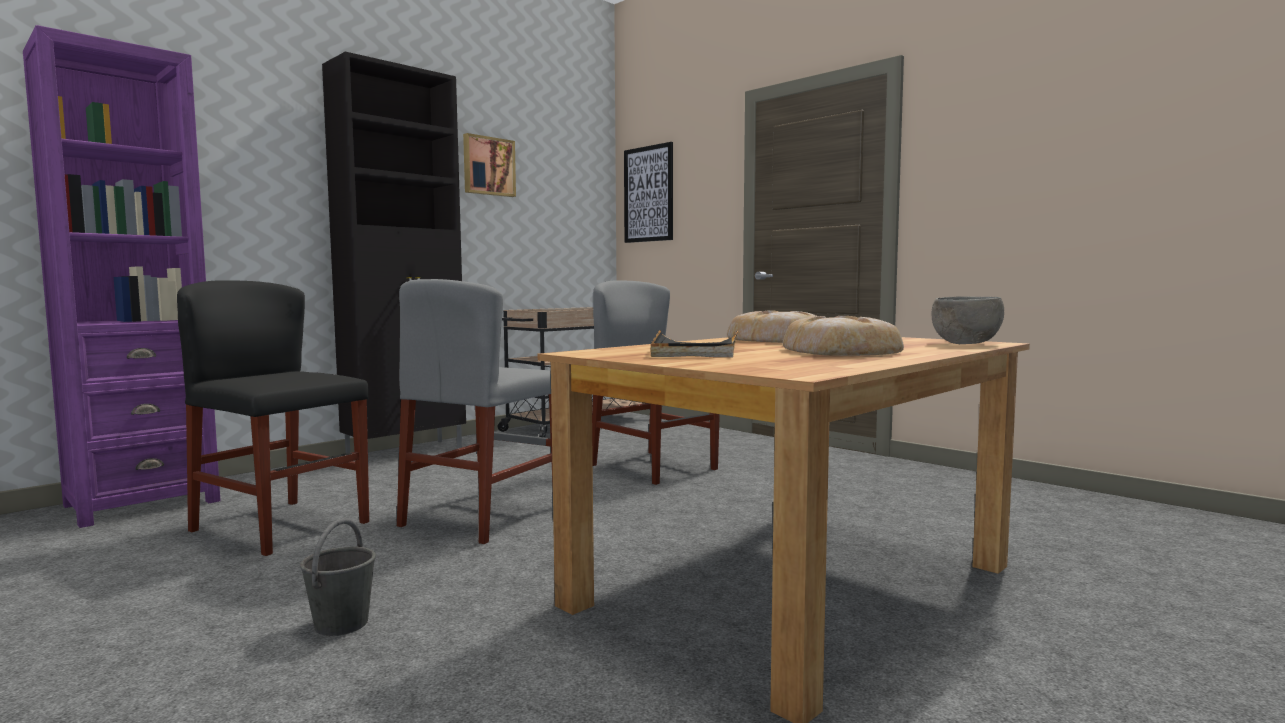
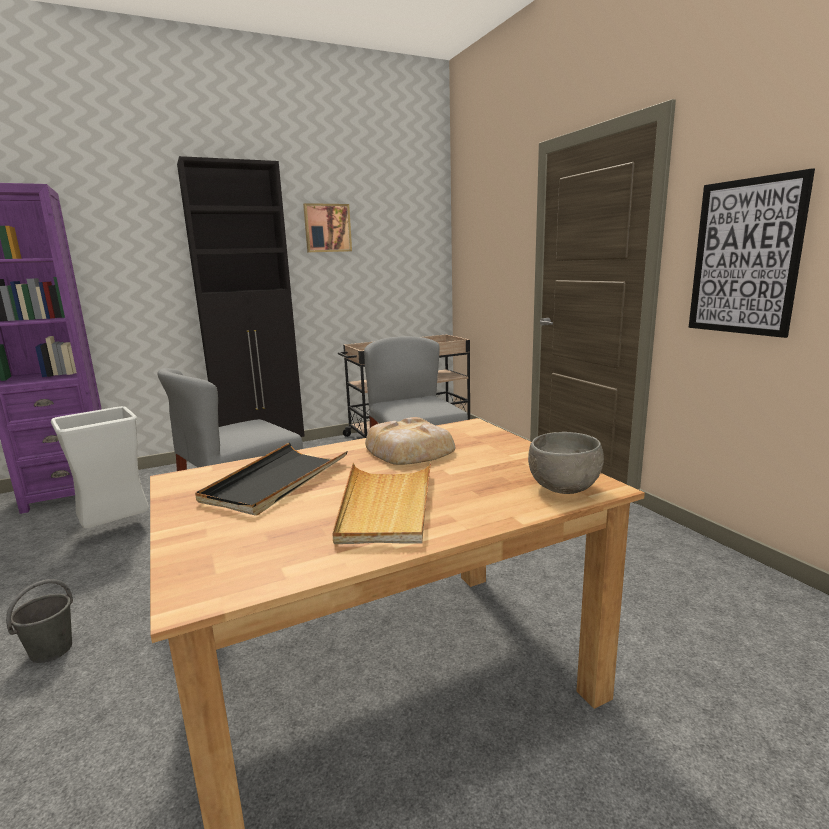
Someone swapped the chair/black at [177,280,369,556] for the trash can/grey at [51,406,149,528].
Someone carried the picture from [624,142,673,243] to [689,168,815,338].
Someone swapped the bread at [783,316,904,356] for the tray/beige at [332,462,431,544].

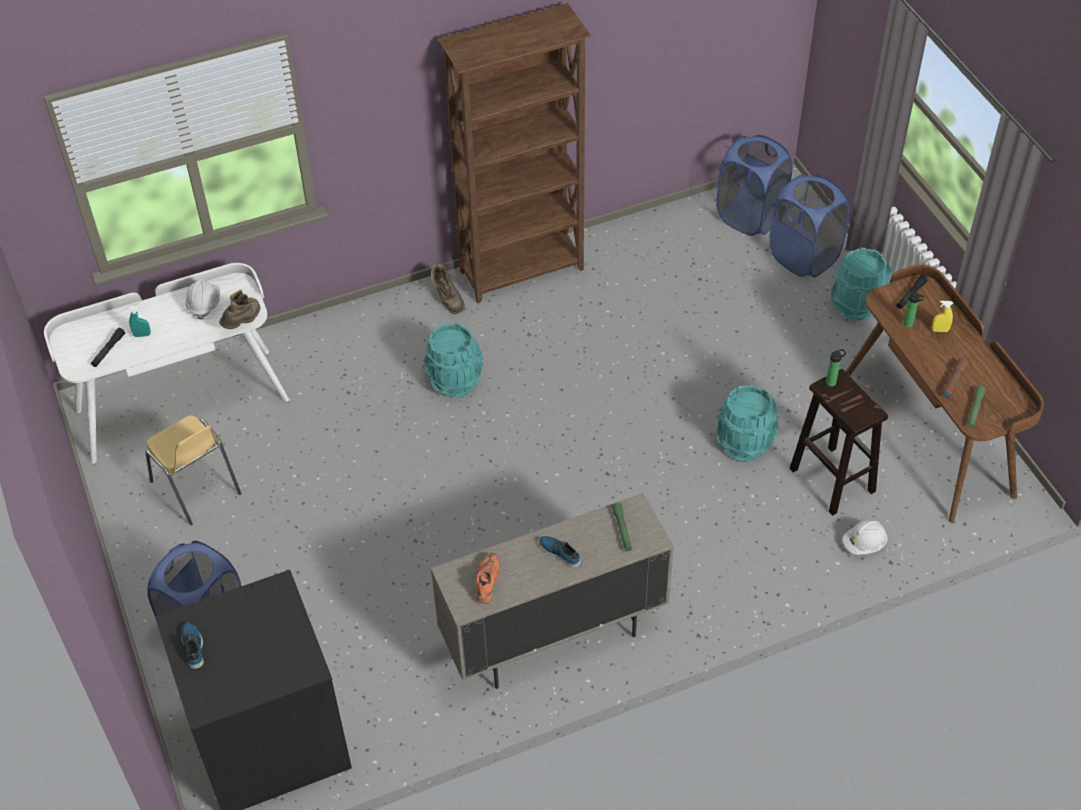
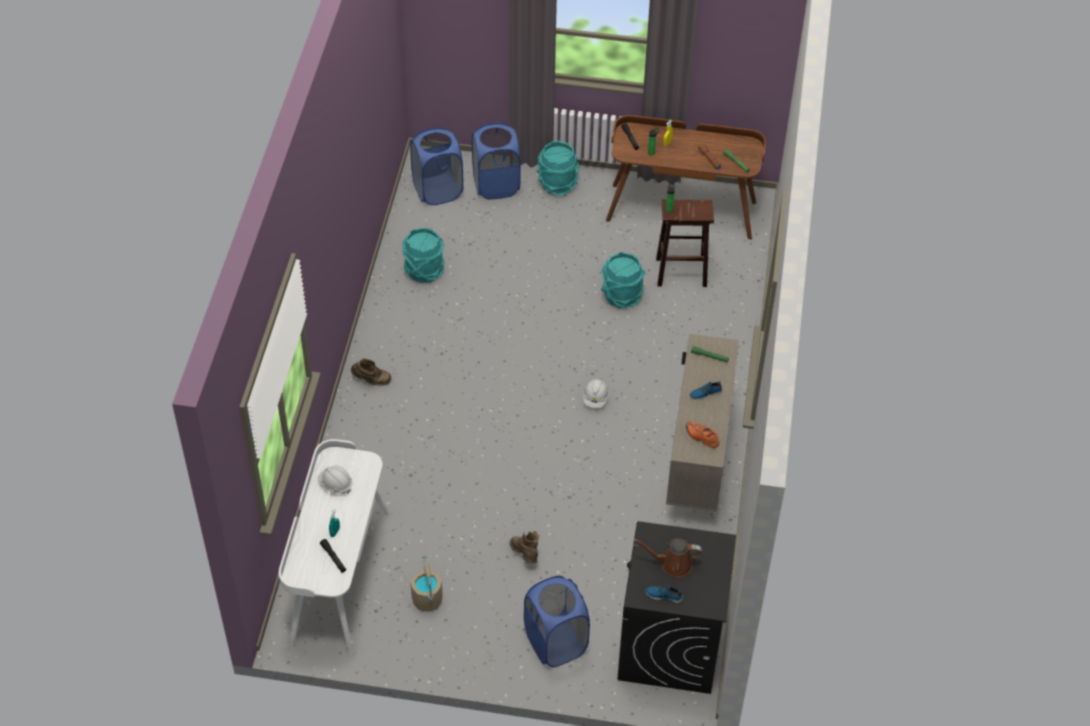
Someone swapped the chair/yellow at [145,415,241,525] for the bucket/beige at [410,555,443,612].
Someone carried the boot/brown from [219,290,261,329] to [509,531,539,564].
Someone carried the bucket/turquoise from [423,323,484,398] to [402,228,445,283].
Someone took away the bookcase/brown at [438,3,591,303].
Someone carried the hard hat/white from [843,520,888,555] to [583,379,609,408].
Someone put down the watering can/brown at [634,538,702,577].

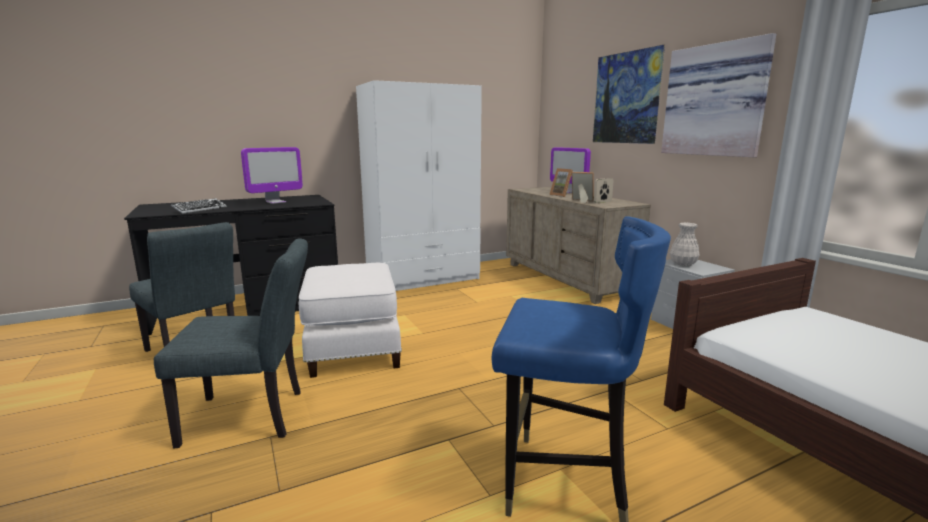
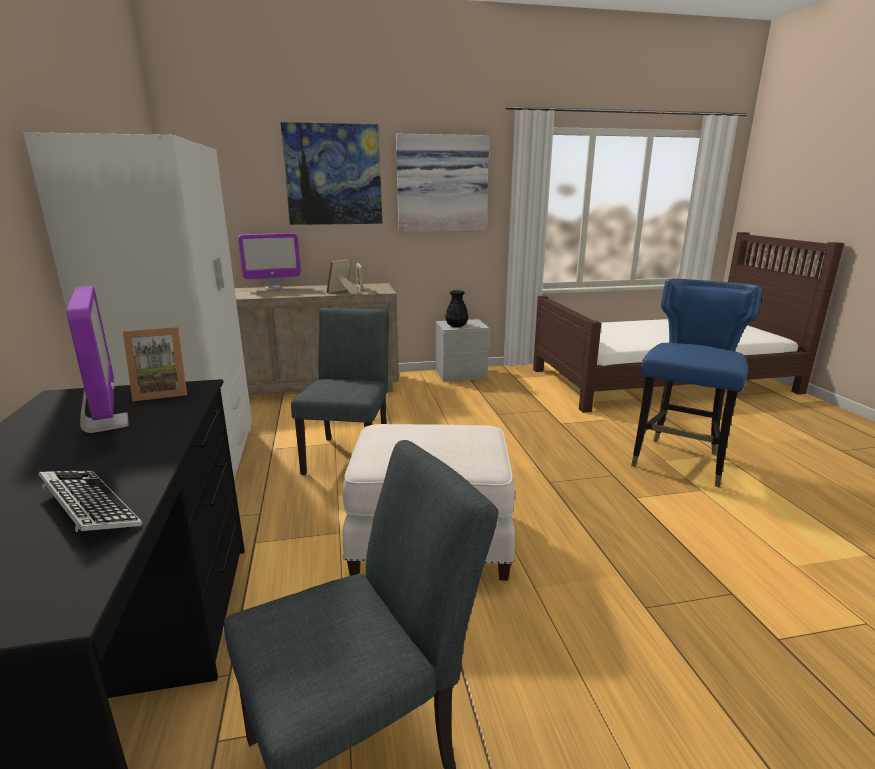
Someone carried the chair/grey from [154,238,308,448] to [291,308,389,475].
Someone carried the picture frame from [549,168,573,197] to [123,327,187,401].
Someone repainted the vase/white at [670,222,700,266], which became the vase/black at [445,290,469,327].

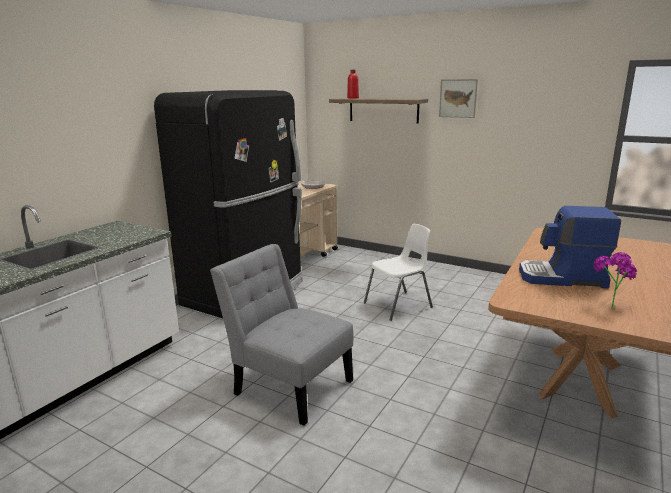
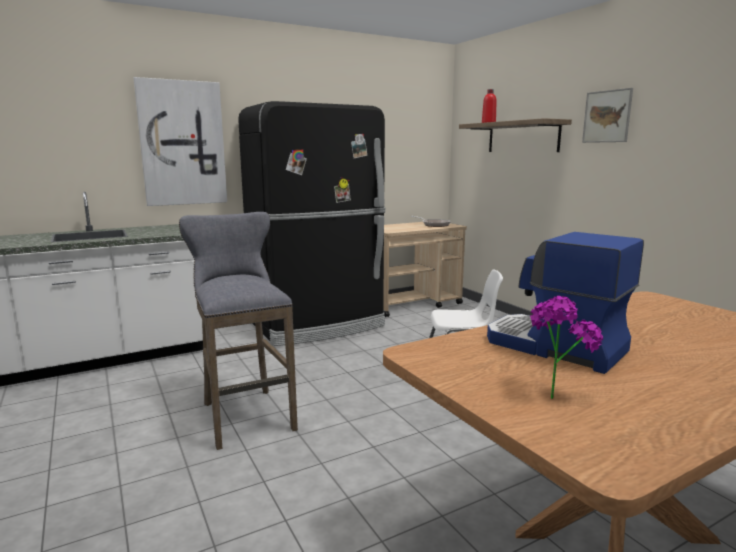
Someone swapped the chair/grey at [210,244,354,426] for the stool/grey at [179,212,298,450].
Someone put up the picture at [134,77,227,206].

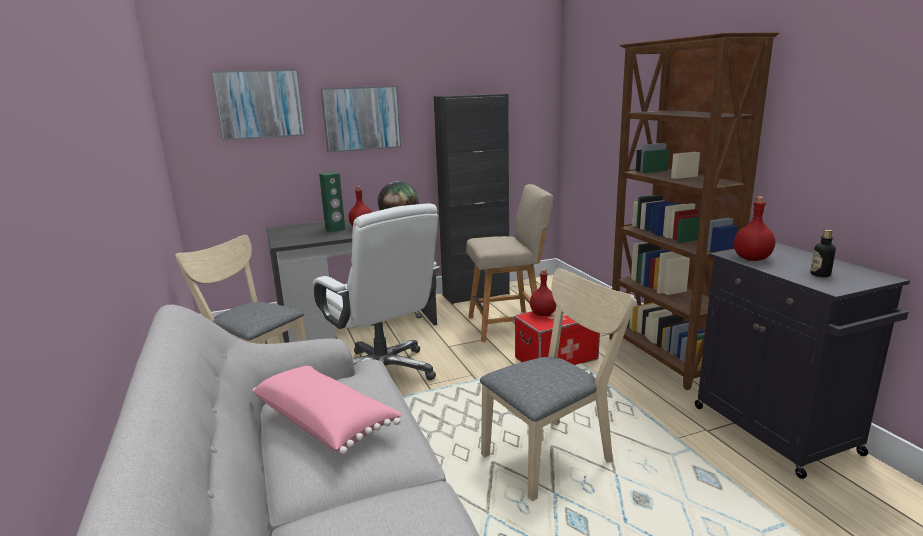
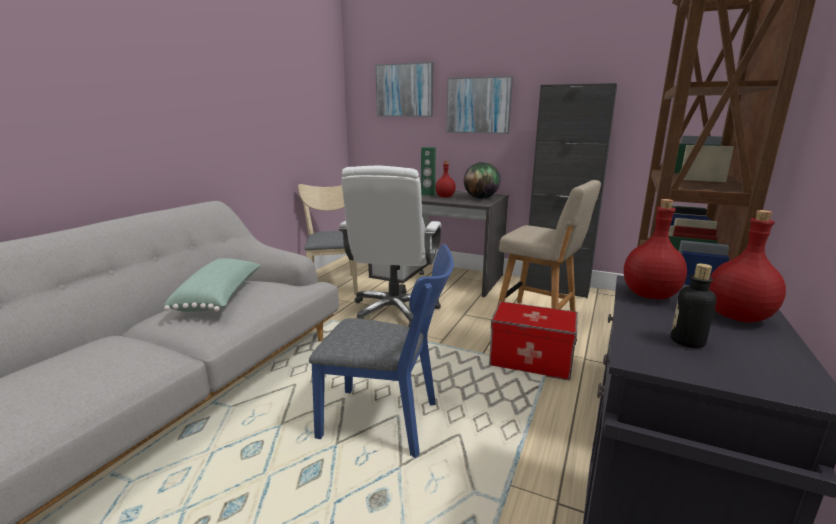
Someone repainted the pillow/pink at [252,366,402,454], which became the pillow/green at [164,258,261,312].
Someone repainted the chair/beige at [480,268,635,501], which became the chair/blue at [309,244,454,458].
Someone carried the bottle/red from [530,269,556,316] to [709,210,786,322].

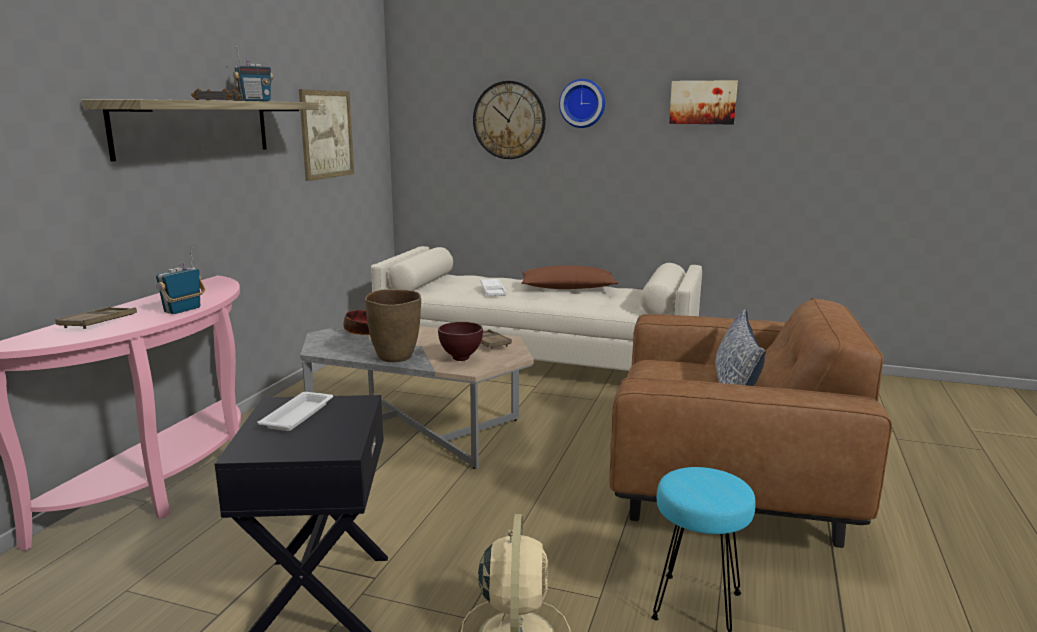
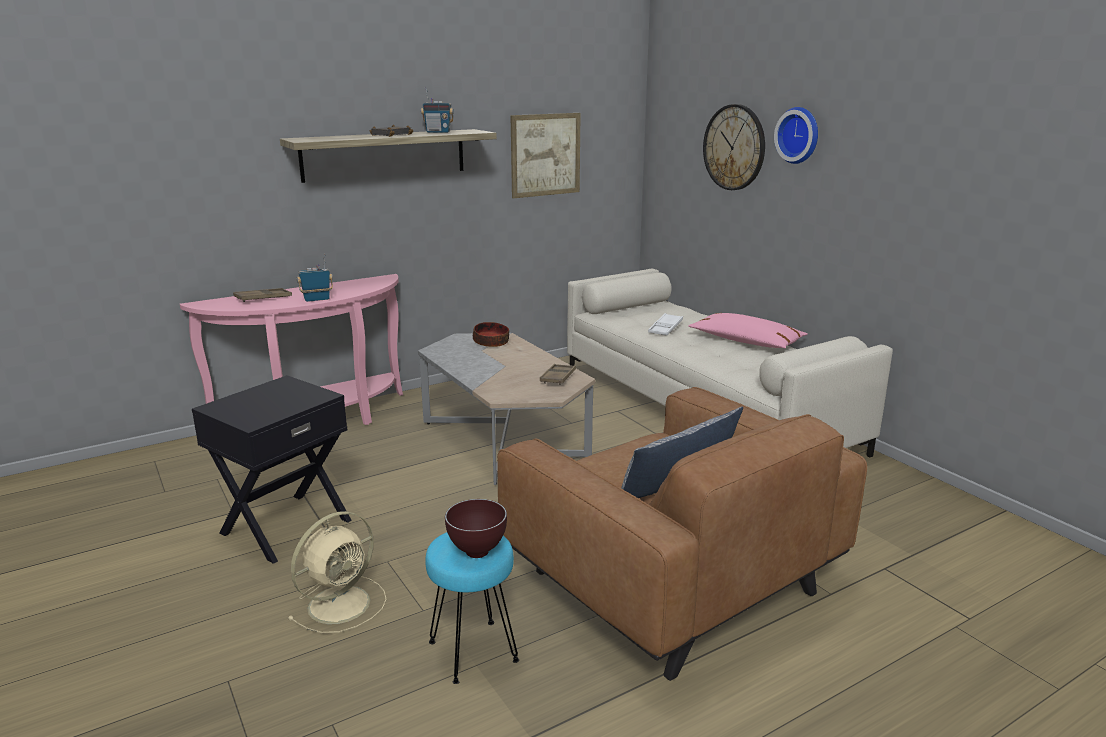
Someone took away the tray/white at [257,392,333,431].
Someone took away the vase/brown at [365,289,421,362].
Someone carried the bowl/brown from [438,322,483,361] to [445,499,507,558].
Someone repainted the pillow/brown at [521,265,619,289], which became the pillow/pink at [688,313,807,348].
Someone took away the picture at [669,80,738,124].

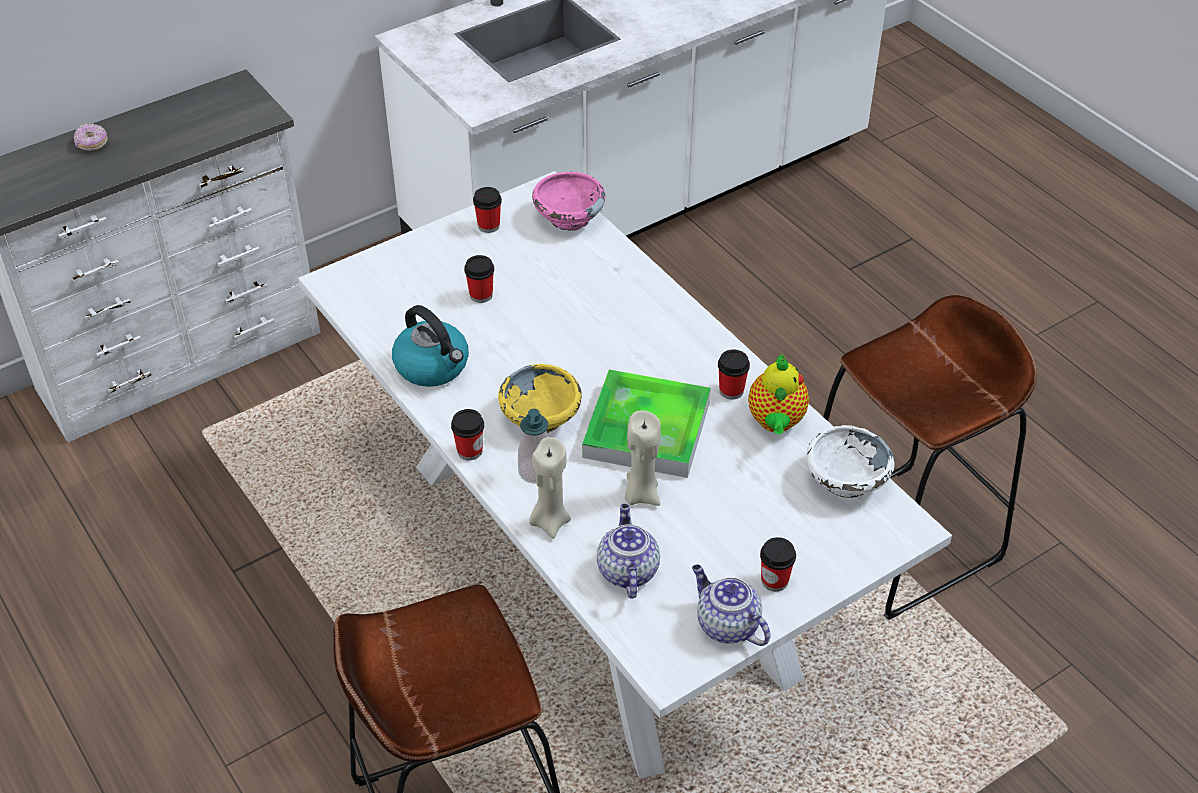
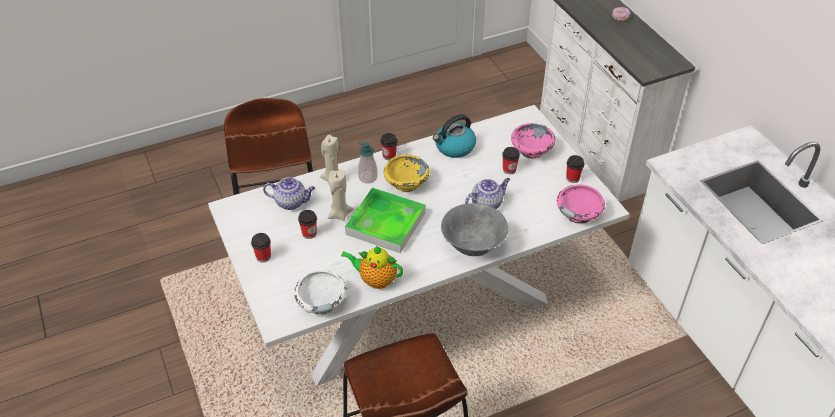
Someone carried the teapot from [692,565,771,646] to [465,178,510,209].
Someone carried the cup from [718,350,750,400] to [298,210,317,239].
Someone put down the bowl/grey at [441,203,508,256].
Someone put down the bowl/pink at [511,123,556,159].

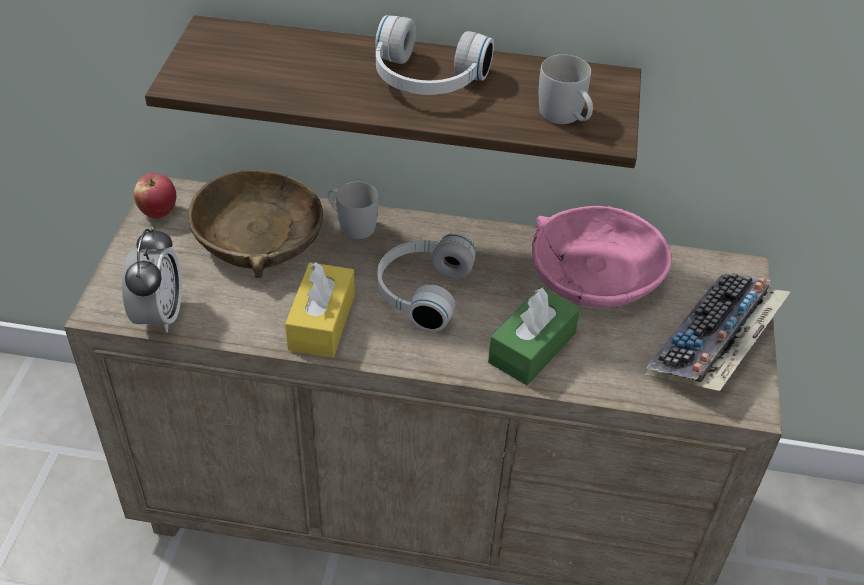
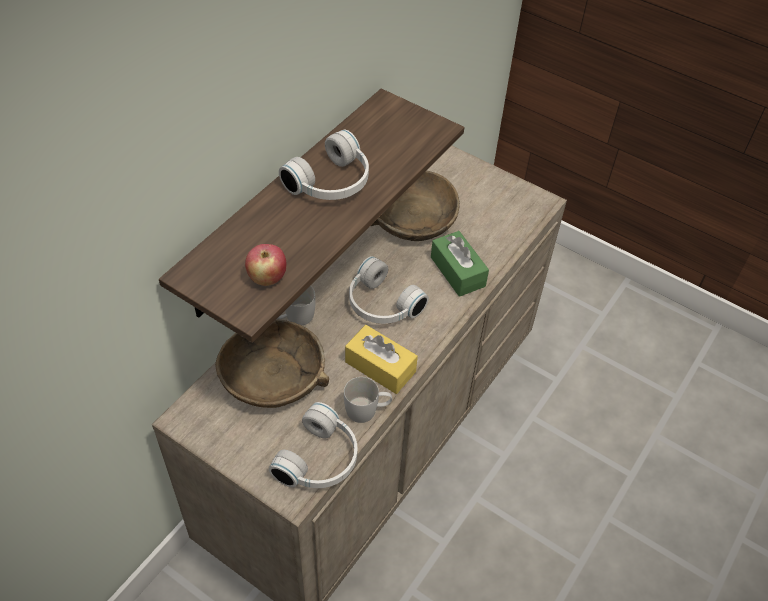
Someone swapped the alarm clock at [122,227,182,333] for the headphones/white at [269,402,358,488].
Someone carried the apple from [134,173,176,219] to [245,244,287,286].
Someone repainted the bowl/pink at [532,206,672,308], which became the bowl/brown at [371,171,460,241].
Someone carried the mug/white from [539,55,593,124] to [344,377,392,423].
Someone took away the keyboard at [645,273,791,391].

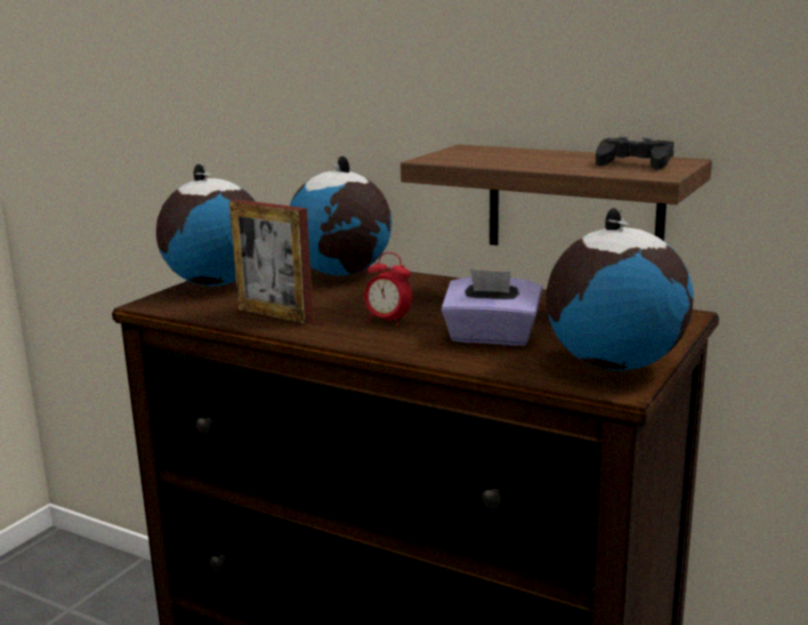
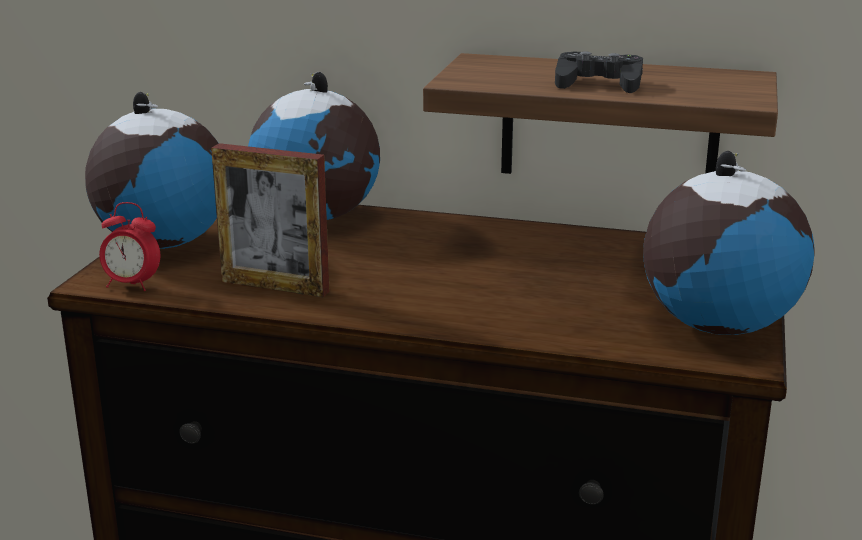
Someone carried the alarm clock from [364,252,412,326] to [99,202,160,291].
Someone took away the tissue box/purple at [441,269,542,346].
Someone carried the game controller/black from [595,136,674,170] to [555,51,643,93].

